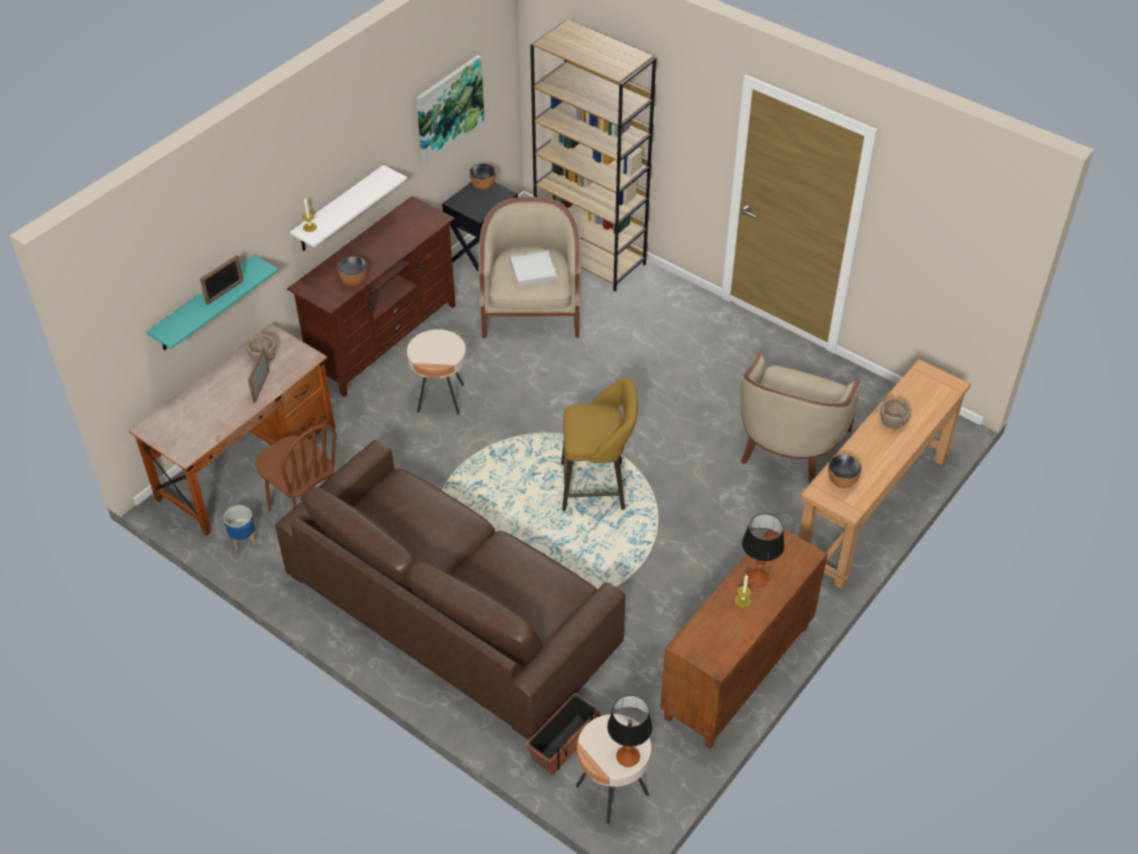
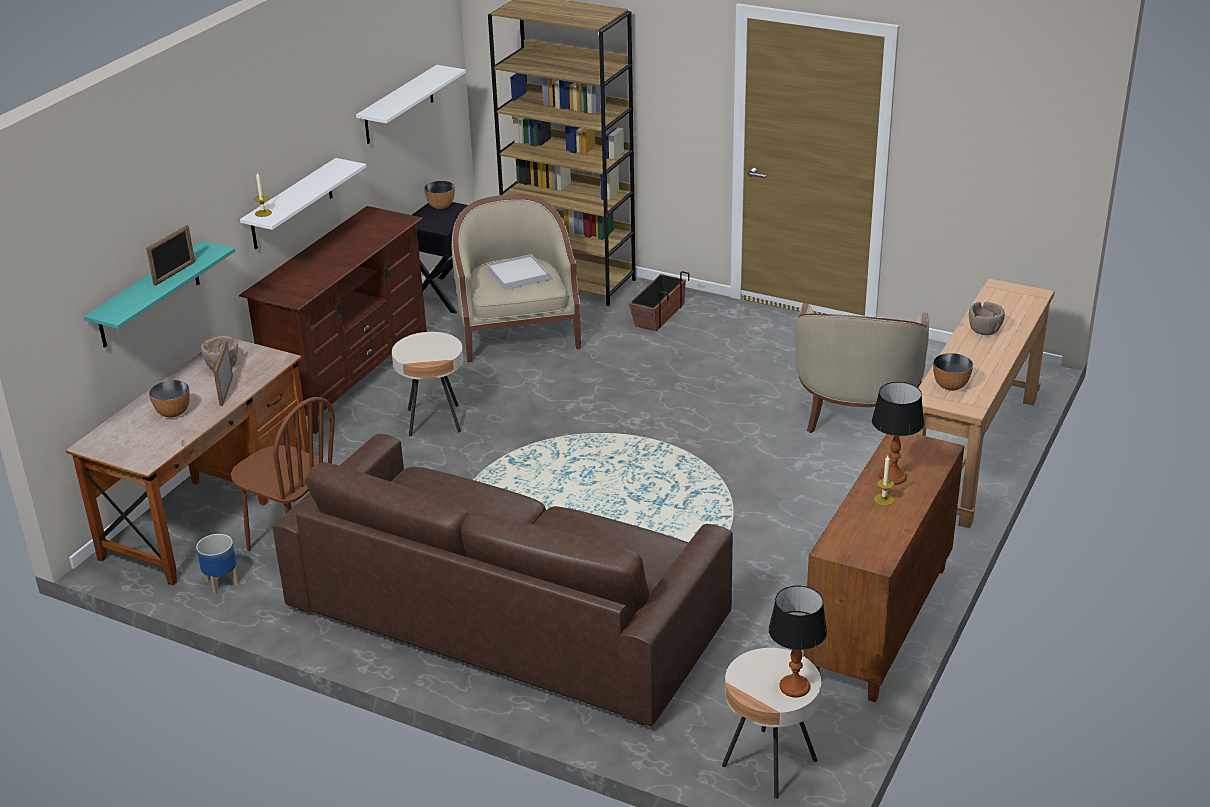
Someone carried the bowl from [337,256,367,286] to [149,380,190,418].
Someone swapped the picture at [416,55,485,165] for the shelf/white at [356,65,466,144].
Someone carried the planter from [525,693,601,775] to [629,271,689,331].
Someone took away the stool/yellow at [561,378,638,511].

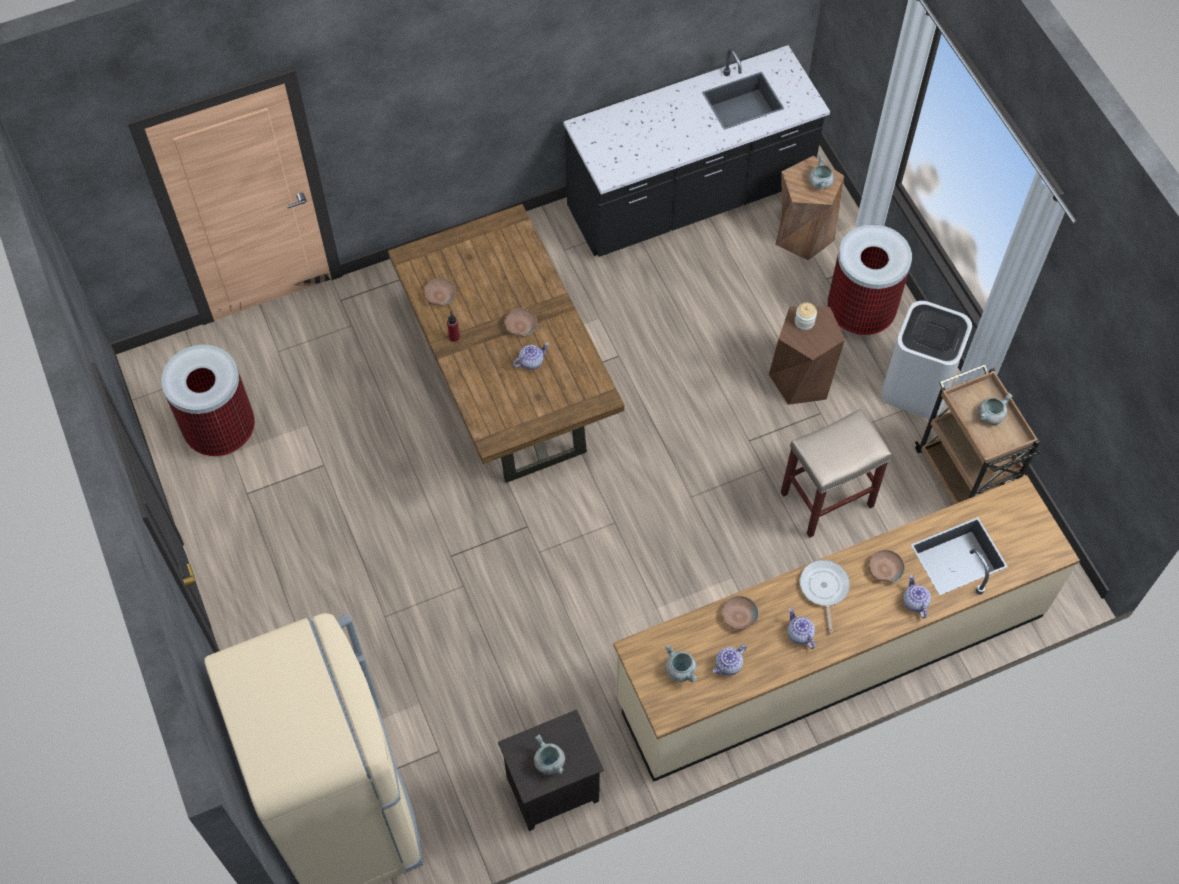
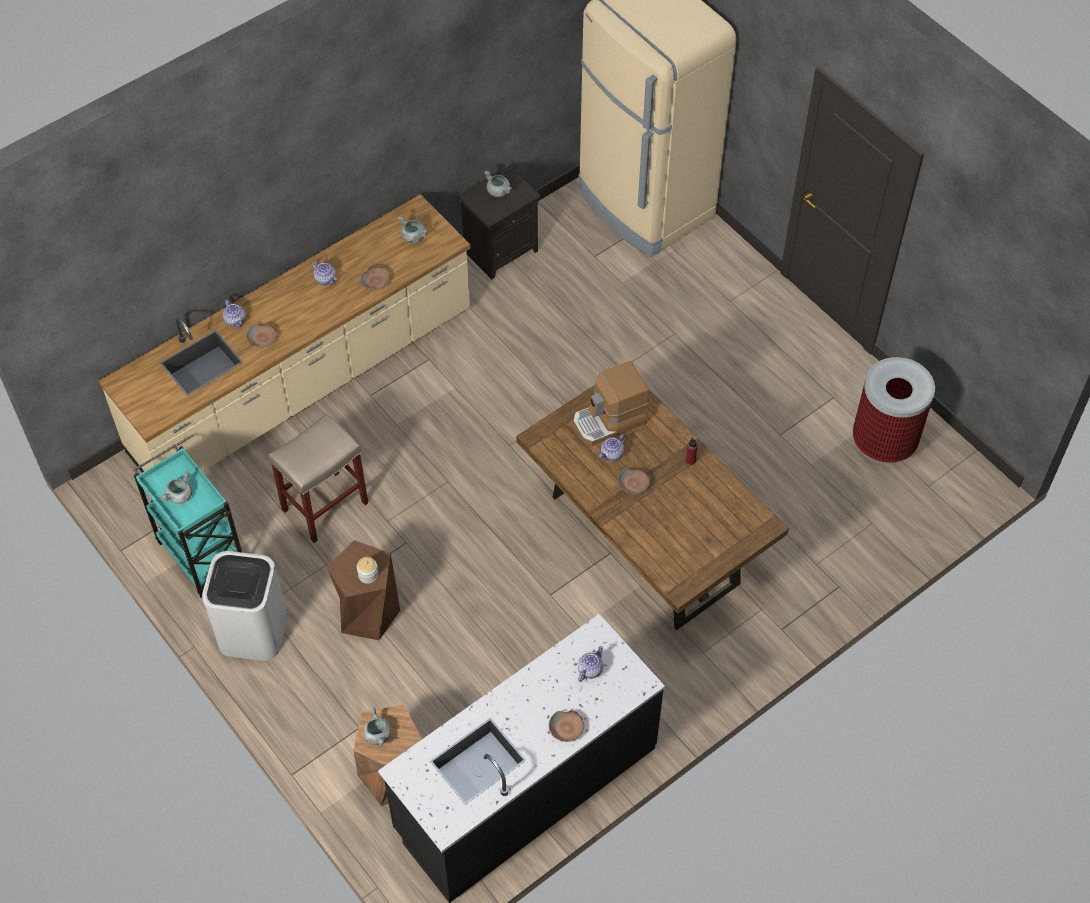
Someone carried the bowl/brown from [423,278,456,306] to [549,710,584,742].
Someone carried the teapot from [712,644,747,676] to [578,646,603,682].
Someone took away the frying pan at [800,560,850,633].
Someone took away the trash can at [827,224,912,336].
Someone repainted the cart/brown at [915,364,1040,505], which became the cart/turquoise at [133,444,242,598].
Someone put down the coffee machine at [573,361,649,446].

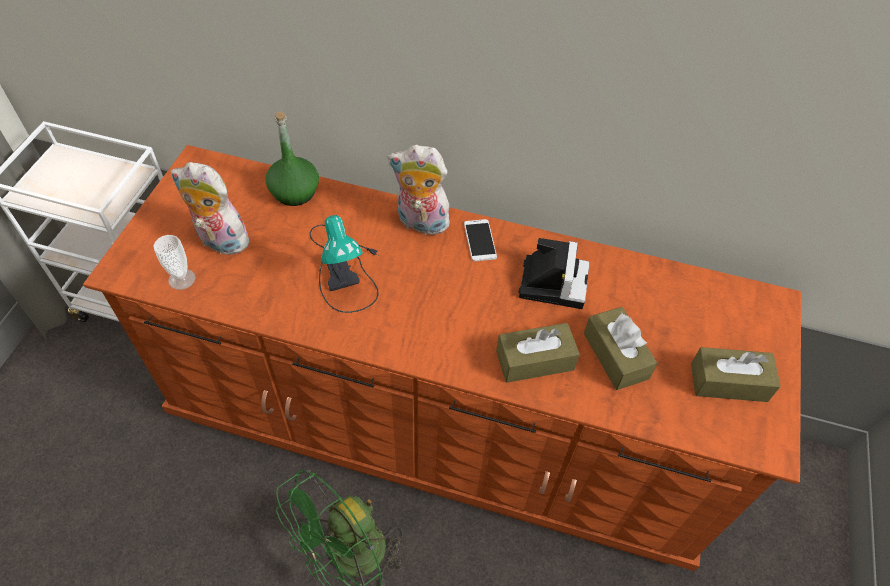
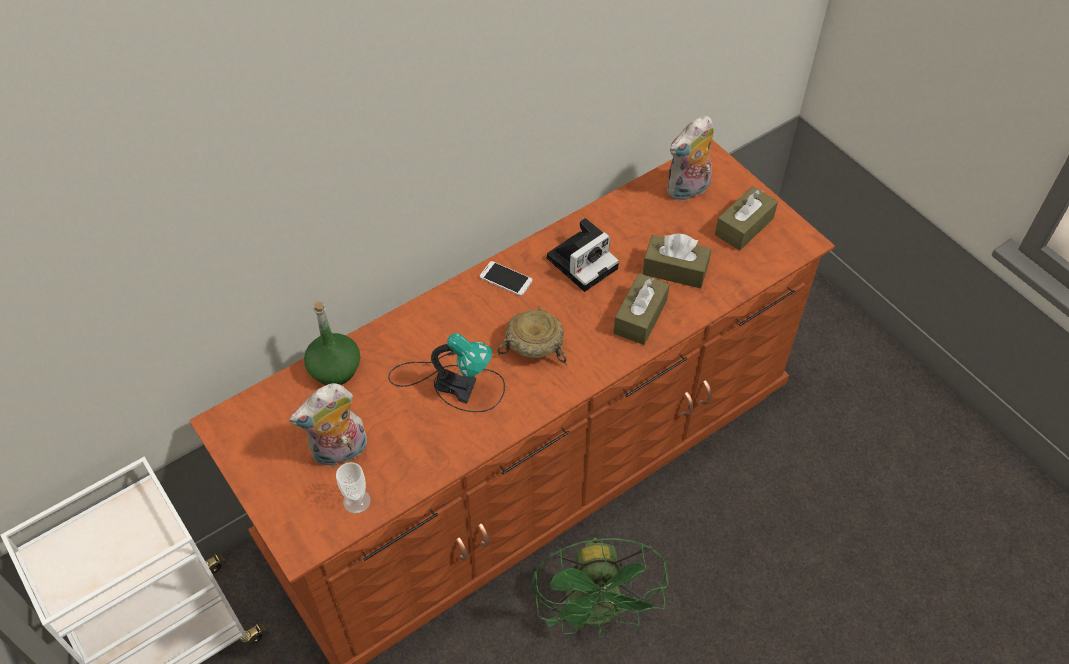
Someone carried the plush toy from [388,145,455,235] to [667,115,714,201].
Someone rotated the photo camera at [518,238,590,309] by 90 degrees clockwise.
Someone put down the bowl/beige at [497,306,567,365].

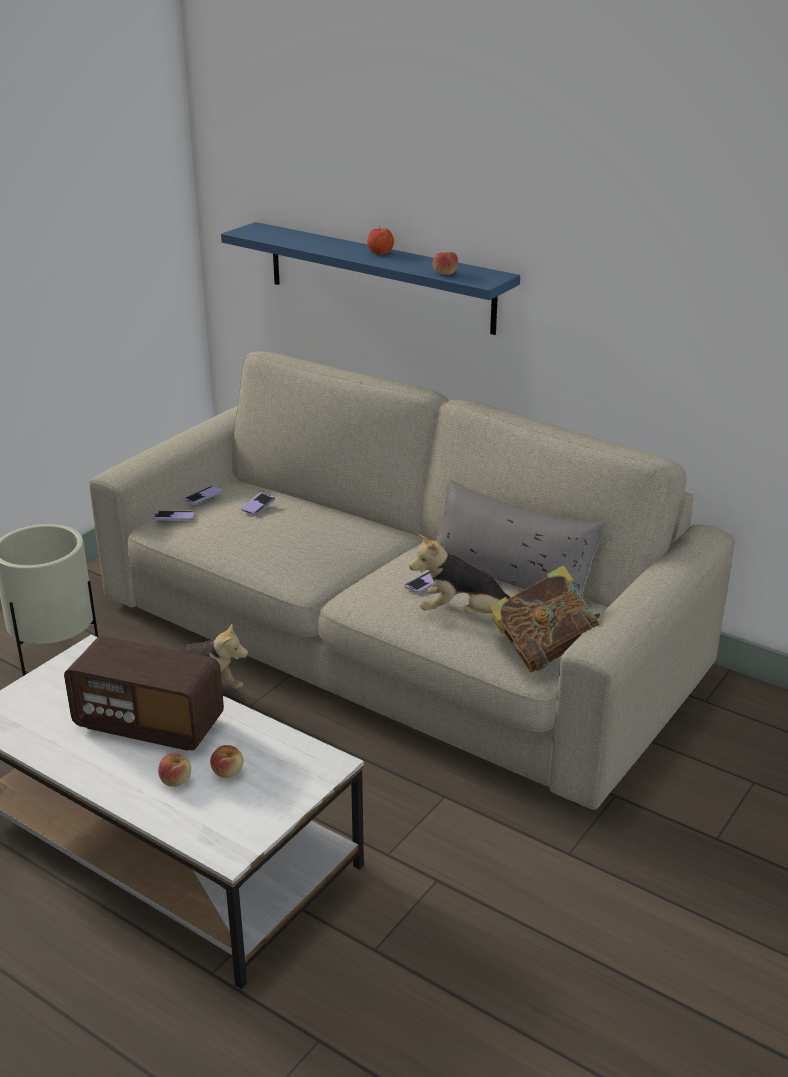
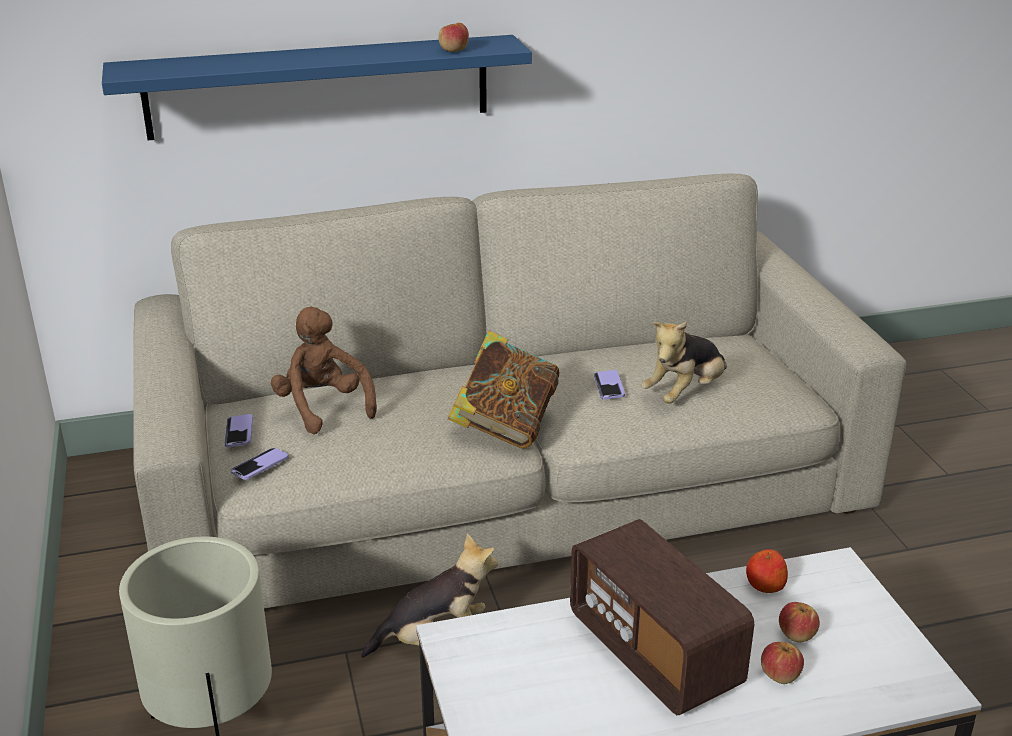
Someone rotated the radio at [64,636,224,751] by 90 degrees clockwise.
Someone swapped the phone at [241,493,275,515] for the plush toy/brown at [271,307,377,434].
Someone carried the apple from [367,226,394,254] to [746,549,788,593].
Someone took away the pillow/grey at [436,479,605,598].
Someone carried the book from [489,565,600,672] to [448,331,559,449].

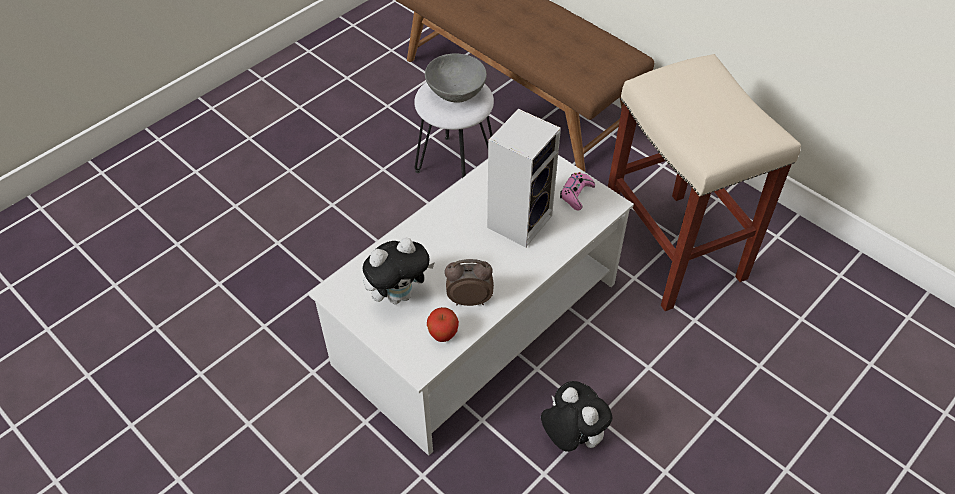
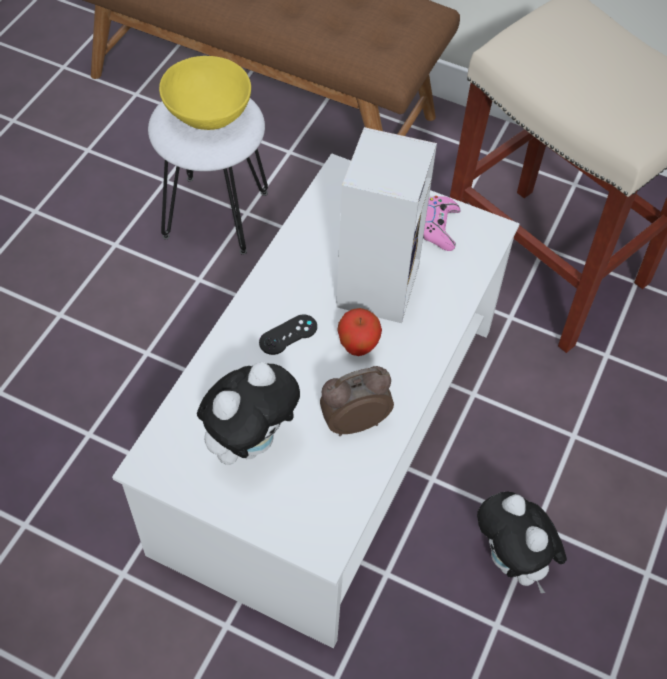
Someone repainted the bowl/grey at [425,53,487,103], which became the bowl/yellow at [159,56,251,130].
Someone carried the apple from [427,307,459,342] to [337,308,382,356].
Someone rotated the plush toy at [541,381,613,452] by 150 degrees counterclockwise.
Someone put down the game controller/black at [259,314,317,355].

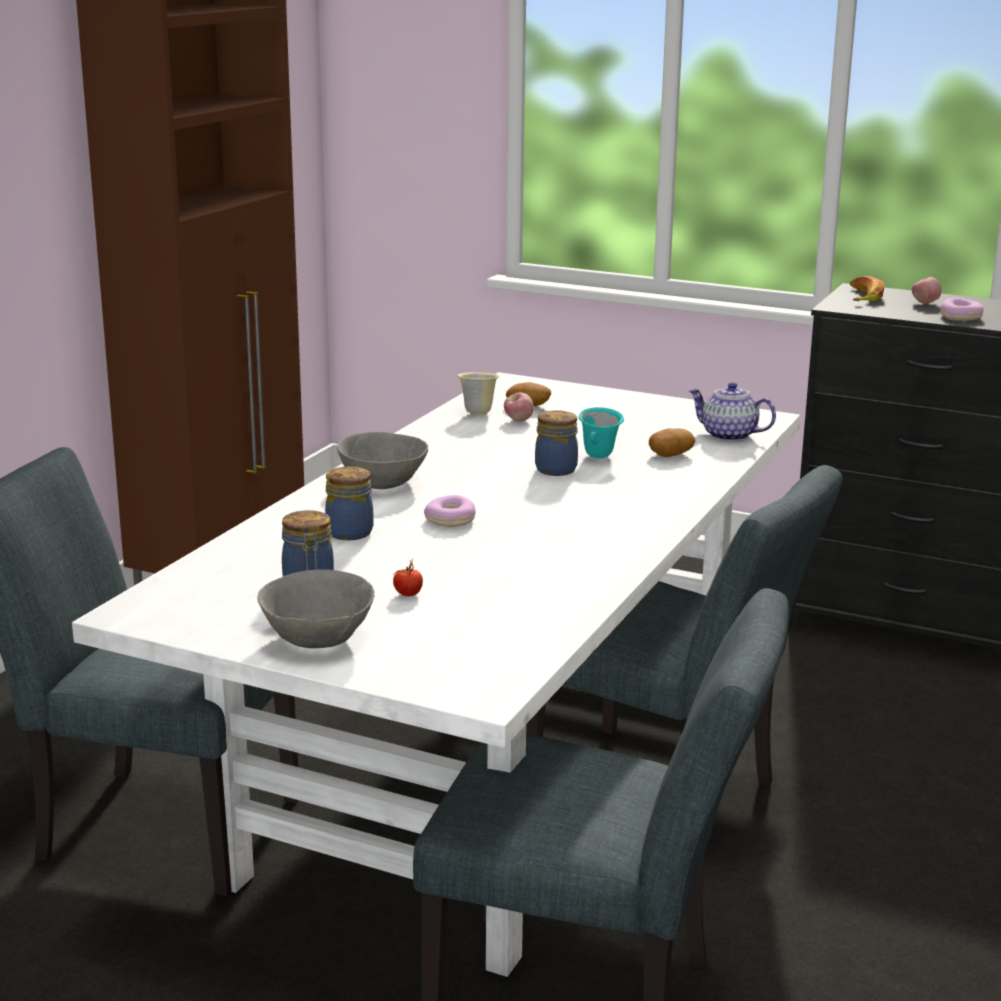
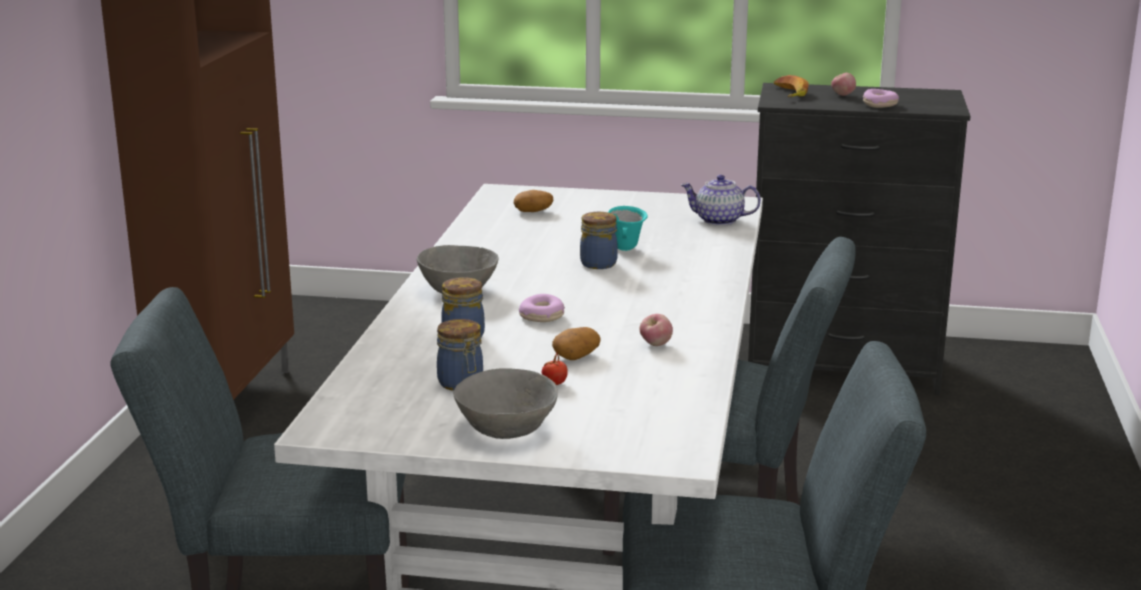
Someone took away the mug/beige at [457,372,499,415].
Someone carried the apple from [504,392,534,422] to [639,314,673,346].
Someone carried the potato from [649,428,695,457] to [552,327,600,360].

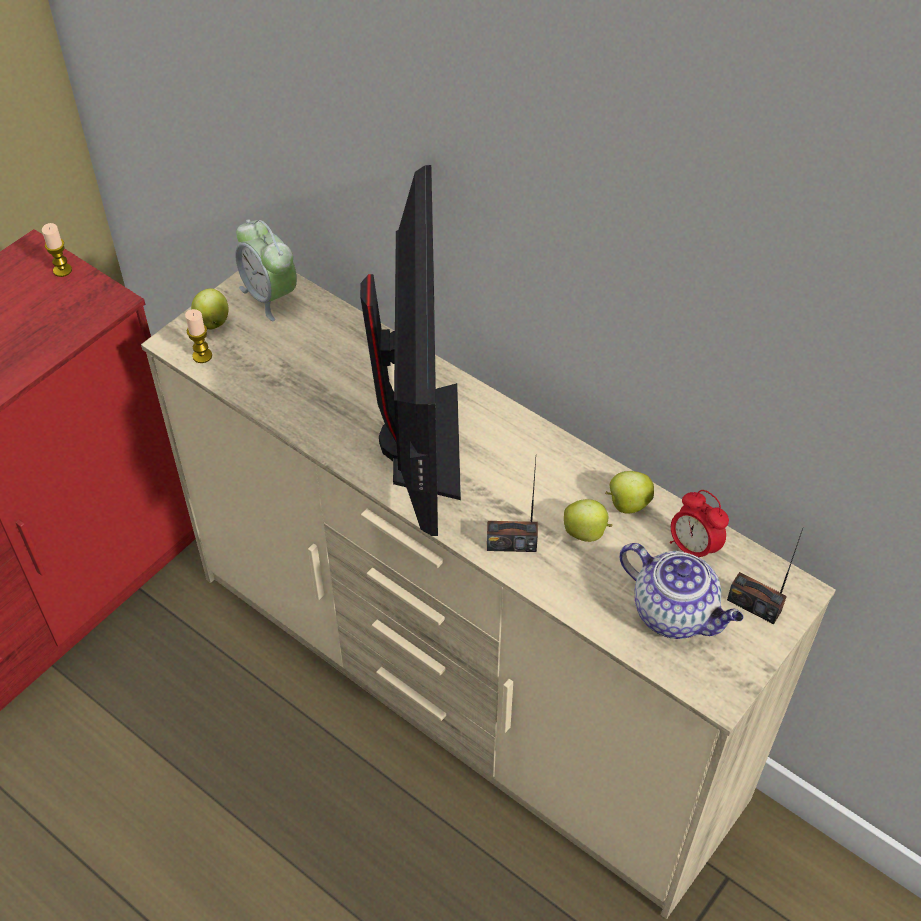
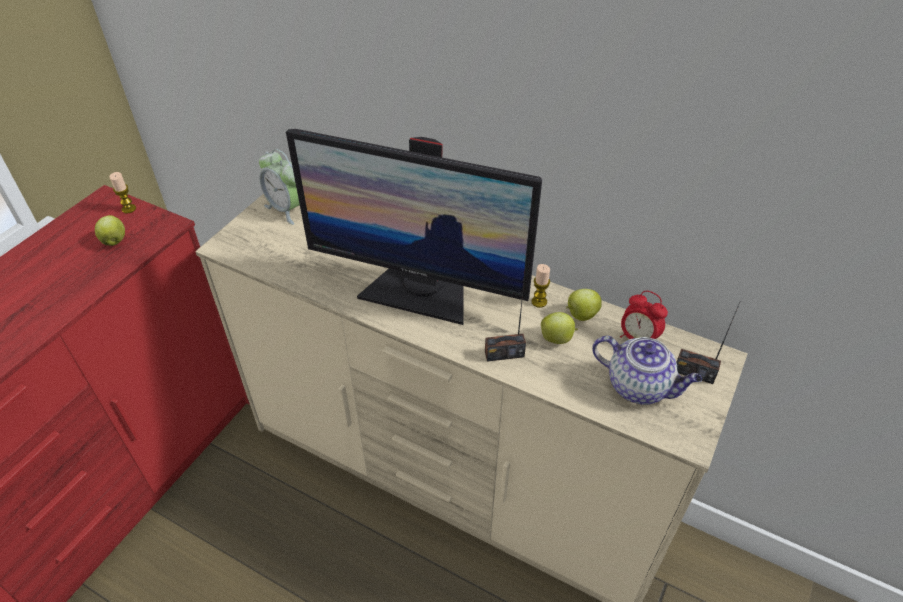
Someone carried the candle from [185,309,212,363] to [531,264,550,308].
Someone carried the apple from [191,288,228,329] to [95,215,125,246].
Someone rotated the monitor at [360,165,461,536] by 120 degrees clockwise.

